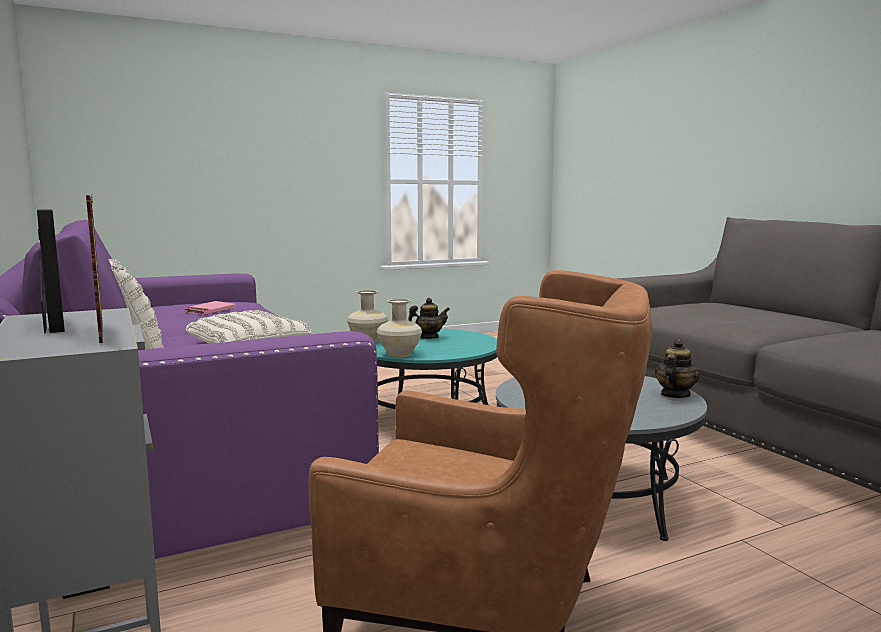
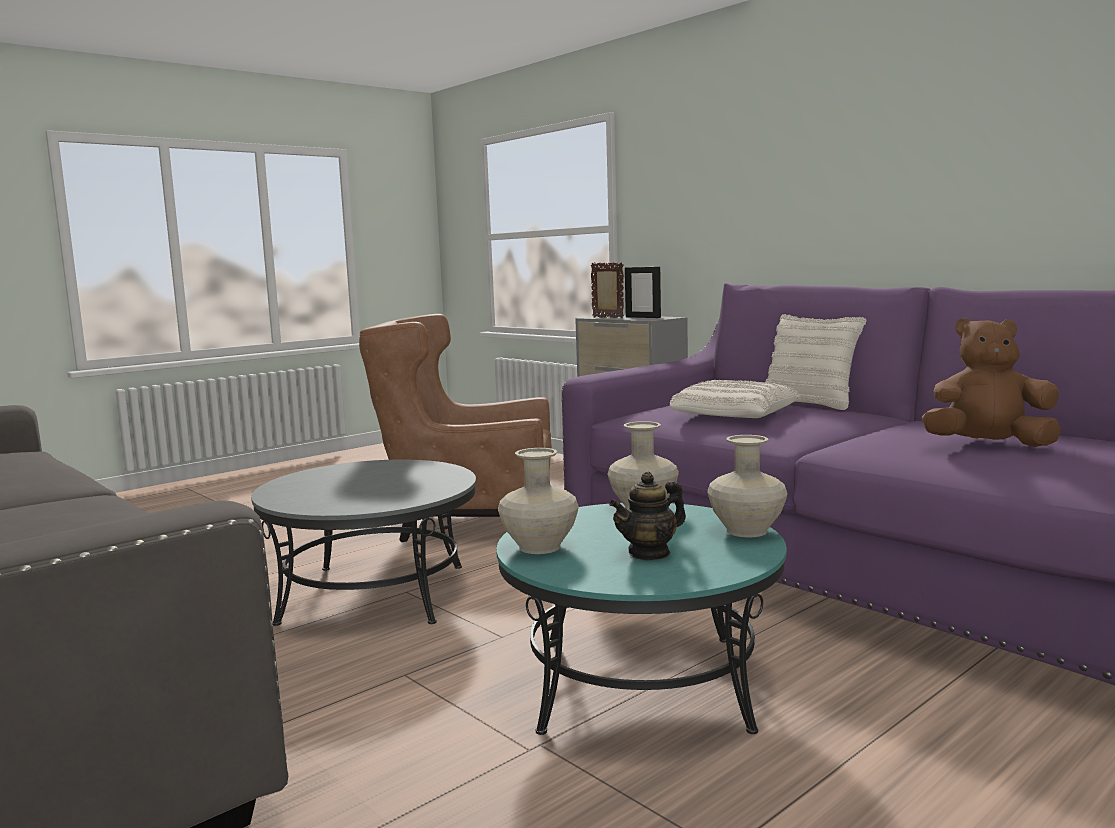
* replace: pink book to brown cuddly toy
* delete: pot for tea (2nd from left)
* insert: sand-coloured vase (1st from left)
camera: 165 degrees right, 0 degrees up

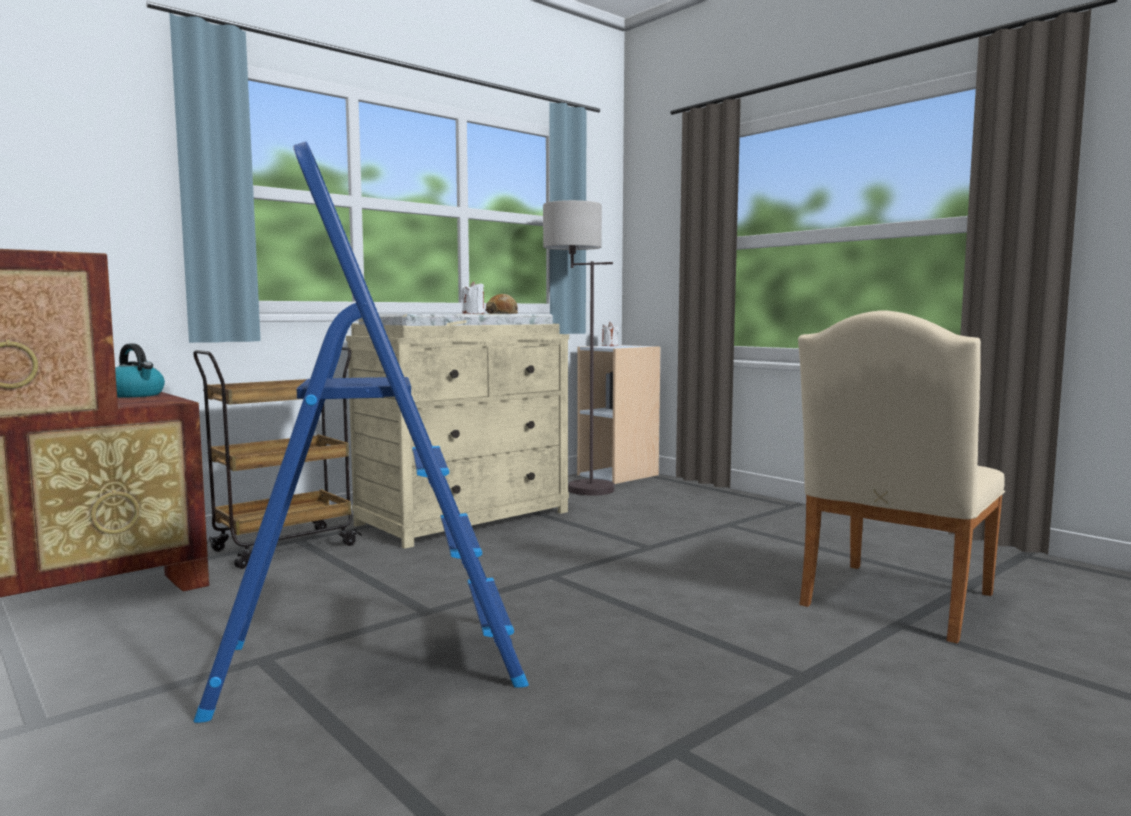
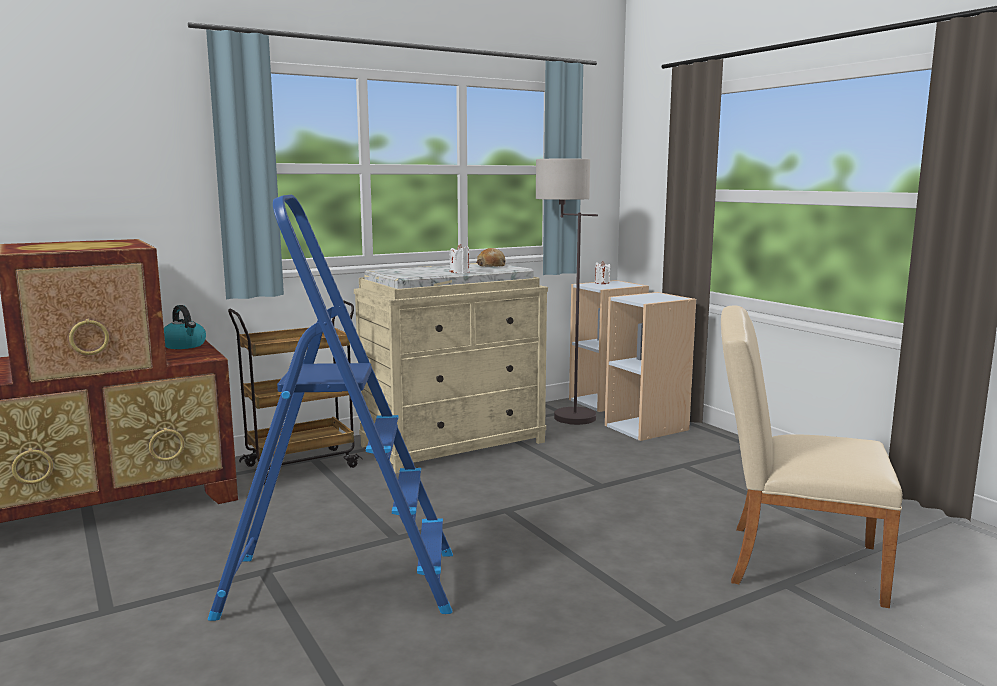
* rotate: sand-coloured upright chair 60 degrees clockwise
* insert: bookcase (2nd from left)
camera: 10 degrees right, 5 degrees up

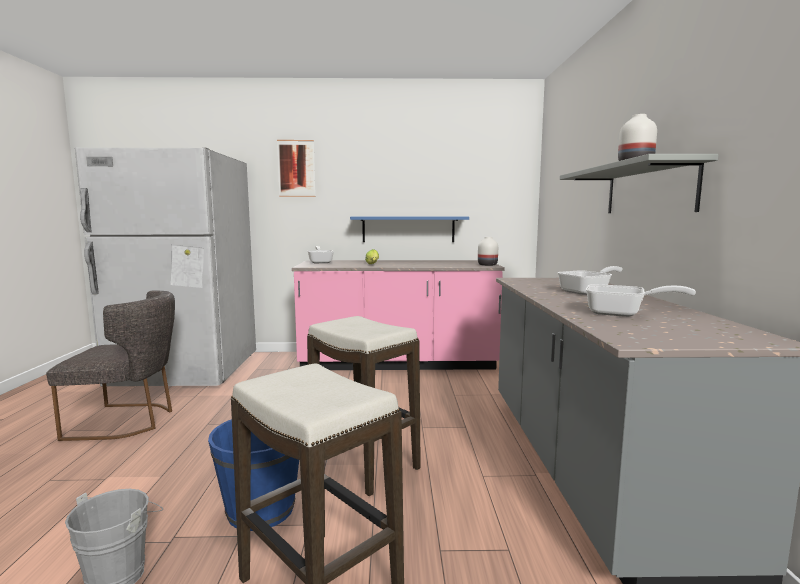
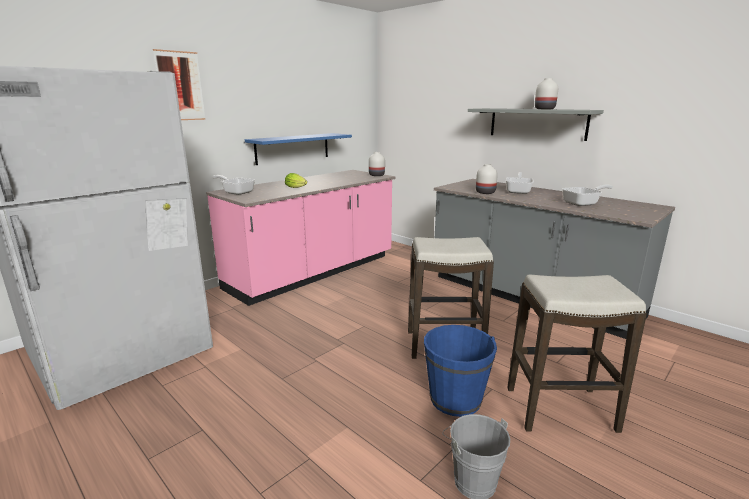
* delete: greyish upright chair
* insert: whitish vase (2nd from left)
camera: 45 degrees left, 10 degrees up

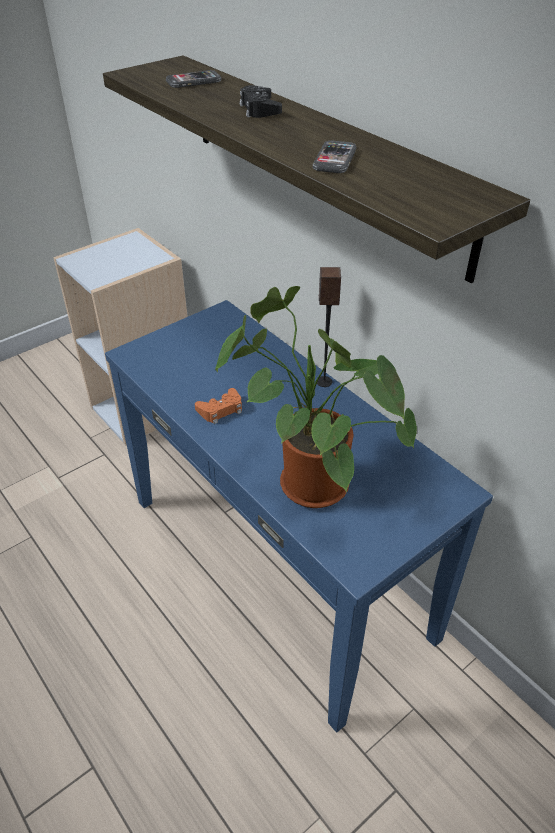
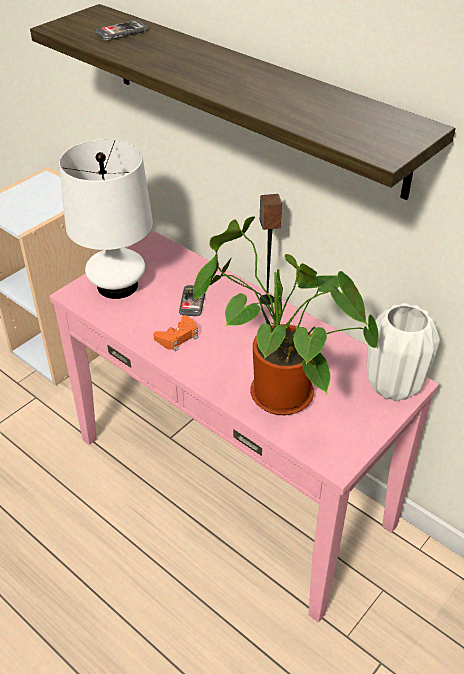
* delete: blackish game controller
* move: handset (2nd from left)
* recolor: bluish hall table to pink hall table
* insert: whitish lamp for a table
* insert: whitish vase
camera: 10 degrees left, 0 degrees up

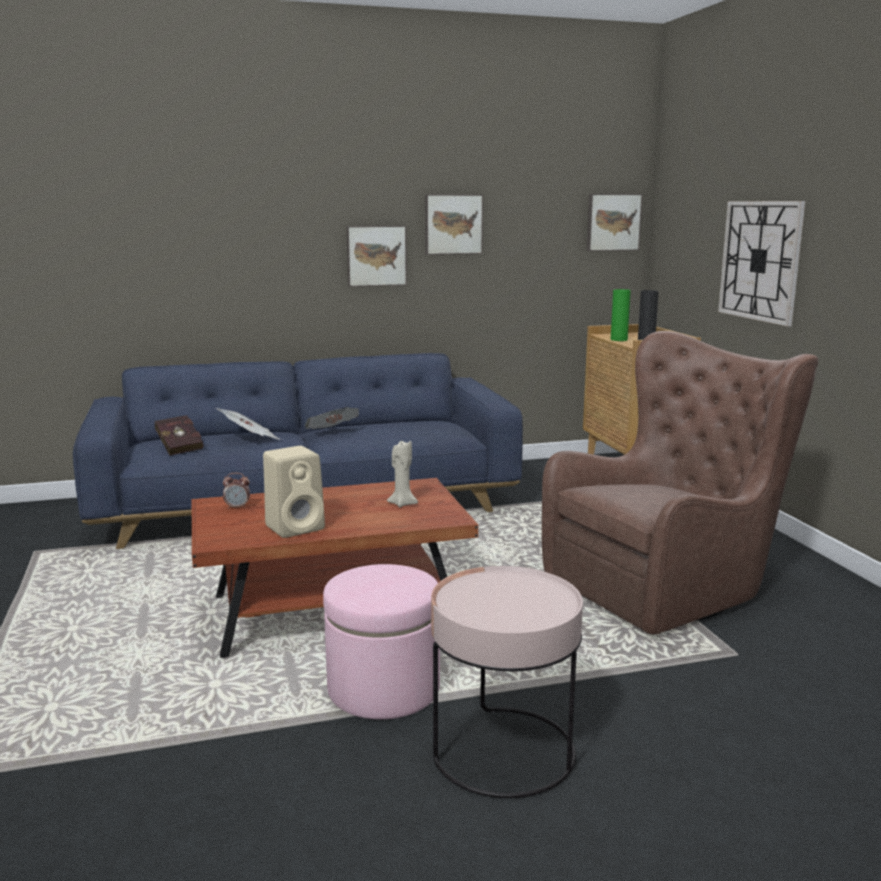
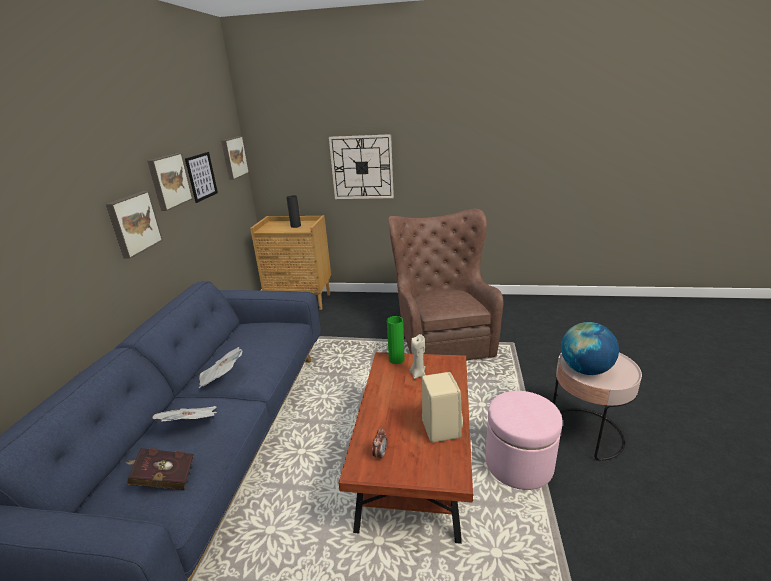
* move: green-coloured vase
* insert: wall art (3rd from left)
* insert: desk globe
camera: 65 degrees left, 10 degrees up

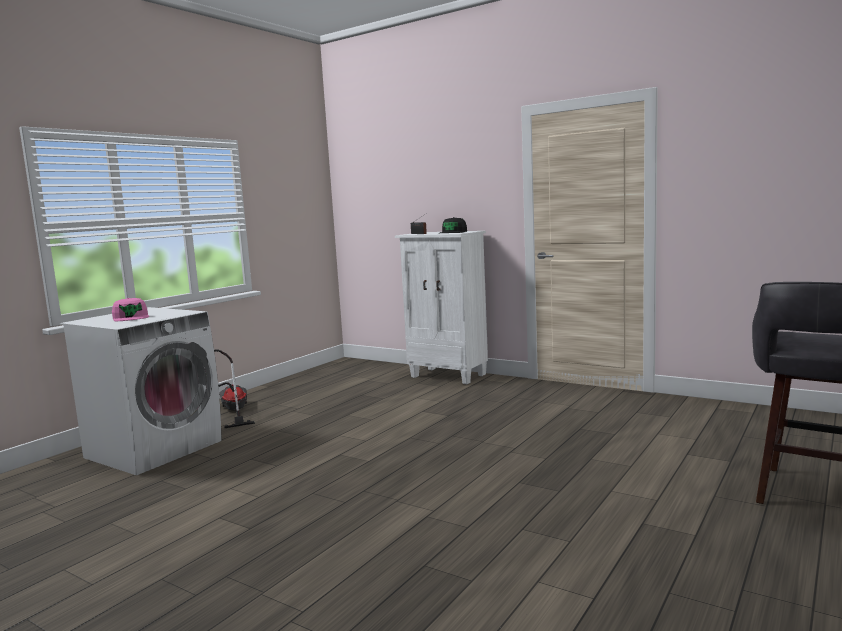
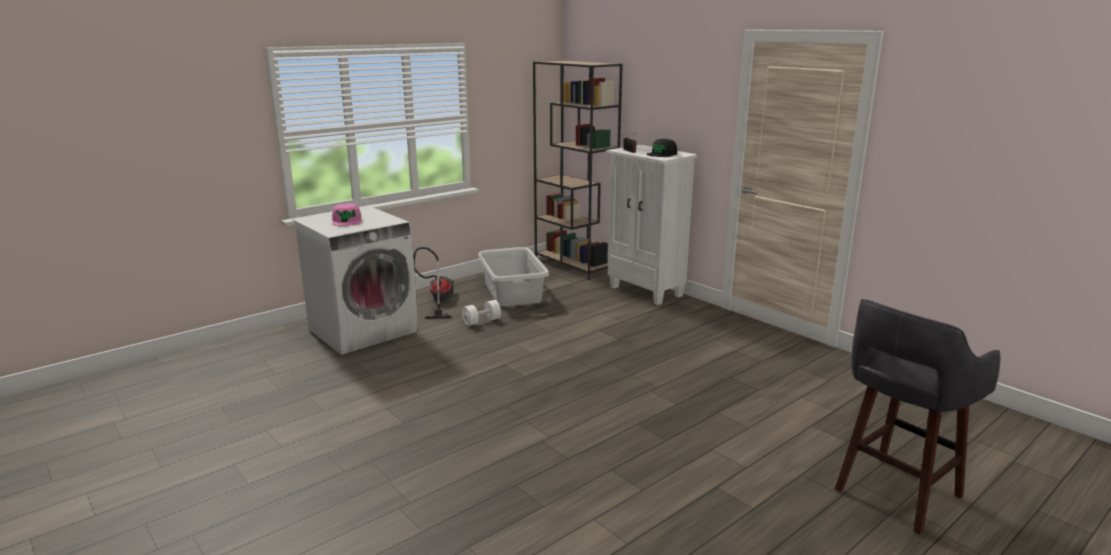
* insert: bookcase
* insert: greyish hamper
* insert: whitish dumbbell
camera: 15 degrees right, 10 degrees up

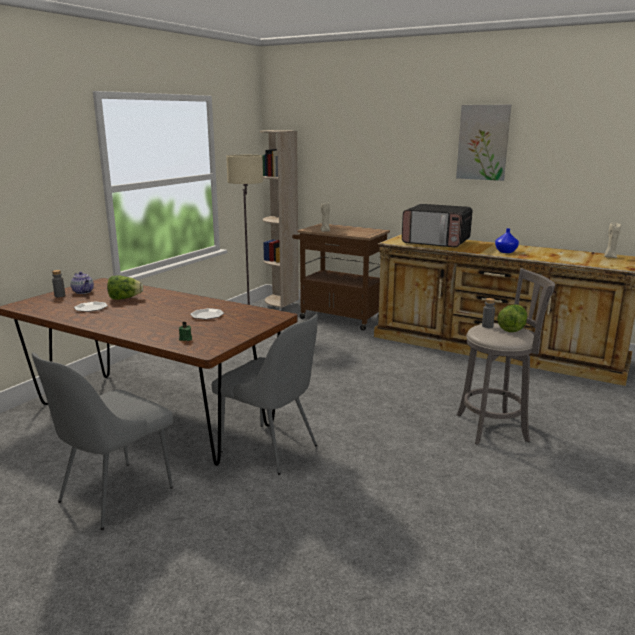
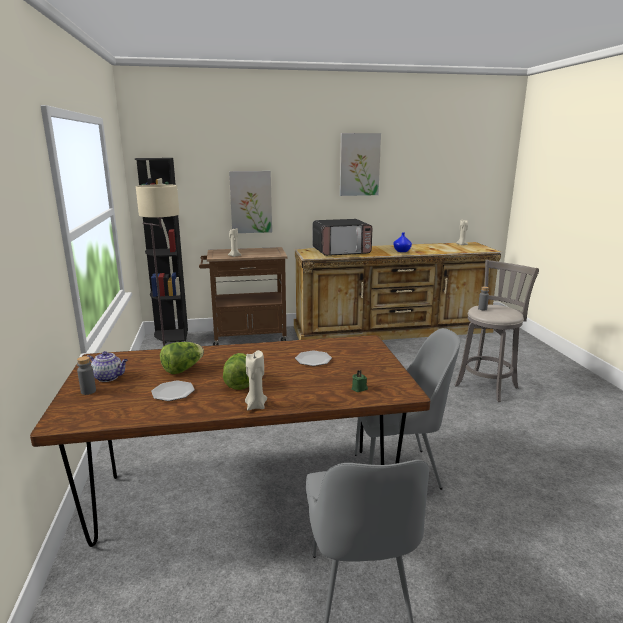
* recolor: sand-coloured bookcase to blackish bookcase
* move: lettuce head (2nd from left)
* insert: wall art (1st from left)
* insert: sand-coloured candle (2nd from left)
camera: 40 degrees left, 0 degrees up

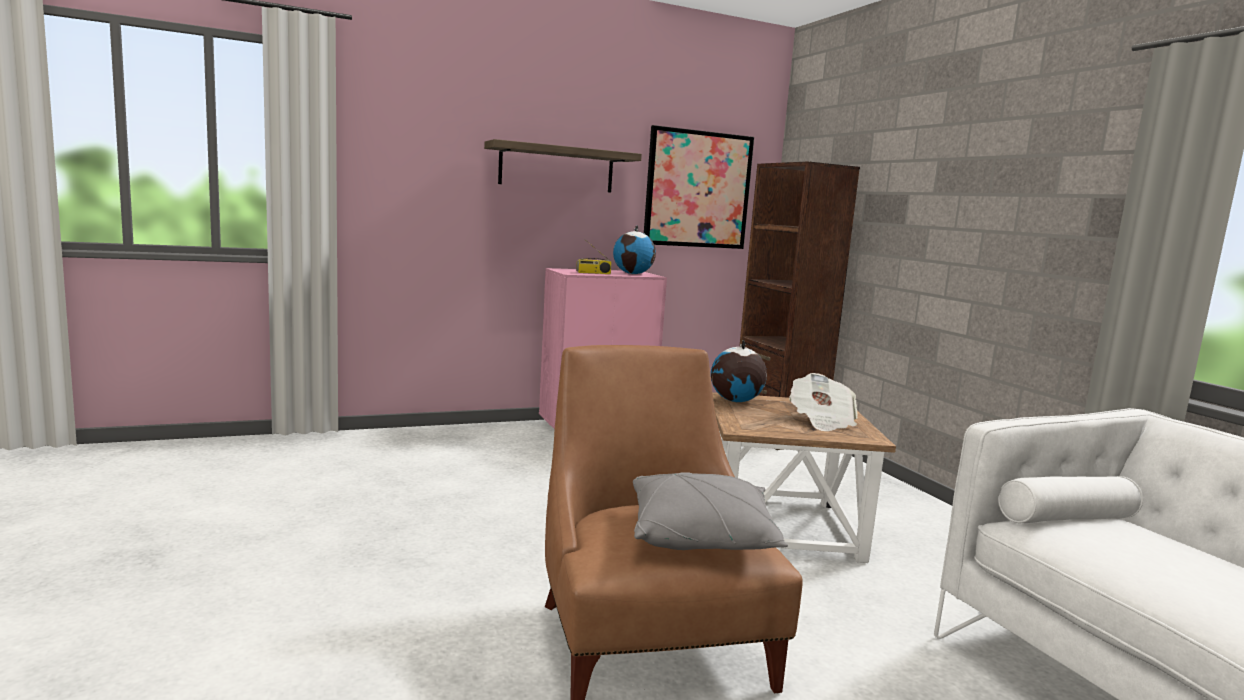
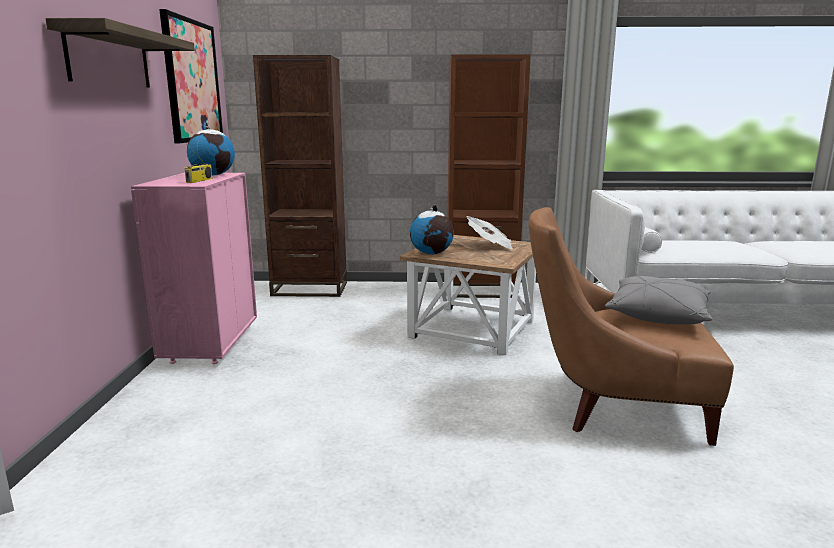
* insert: brown bookcase (2nd from left)
camera: 65 degrees left, 5 degrees up

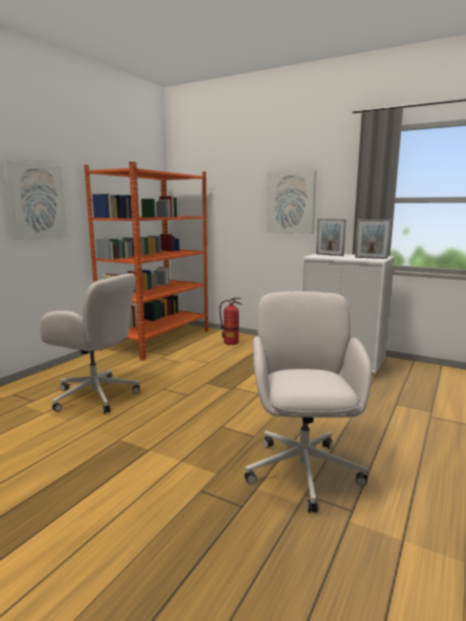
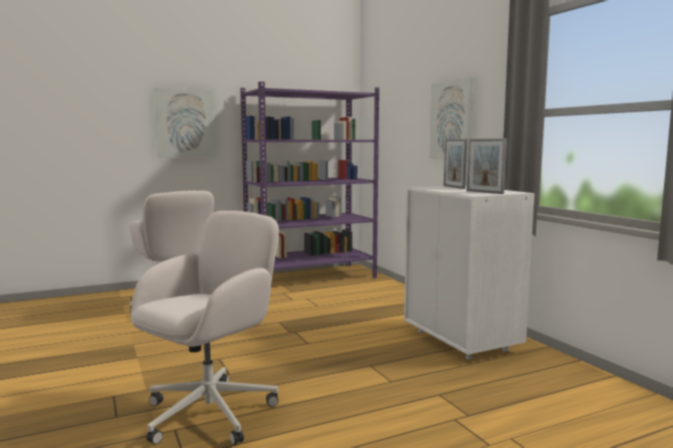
* recolor: orange bookcase to purple bookcase
* delete: fire extinguisher
camera: 35 degrees right, 5 degrees down

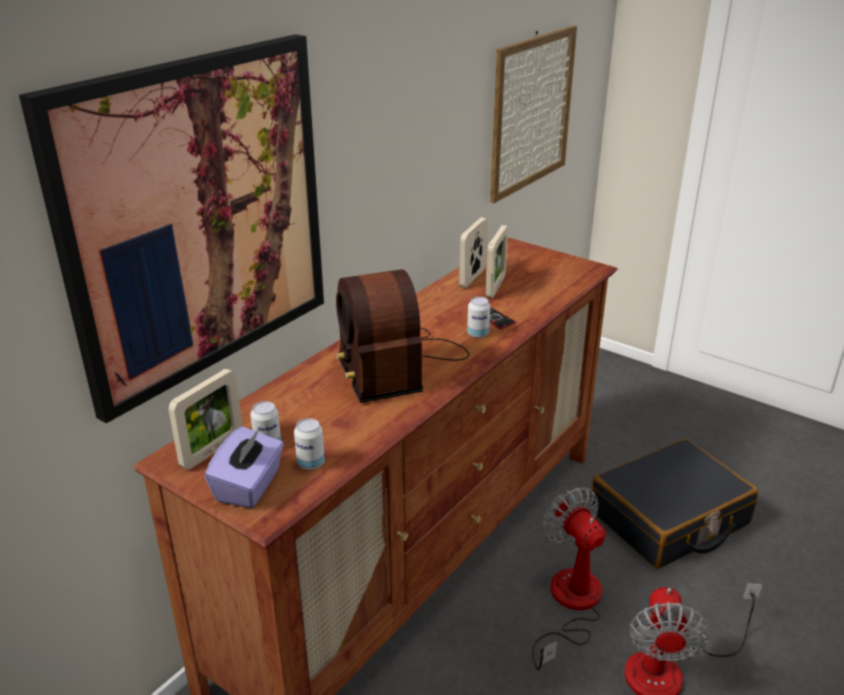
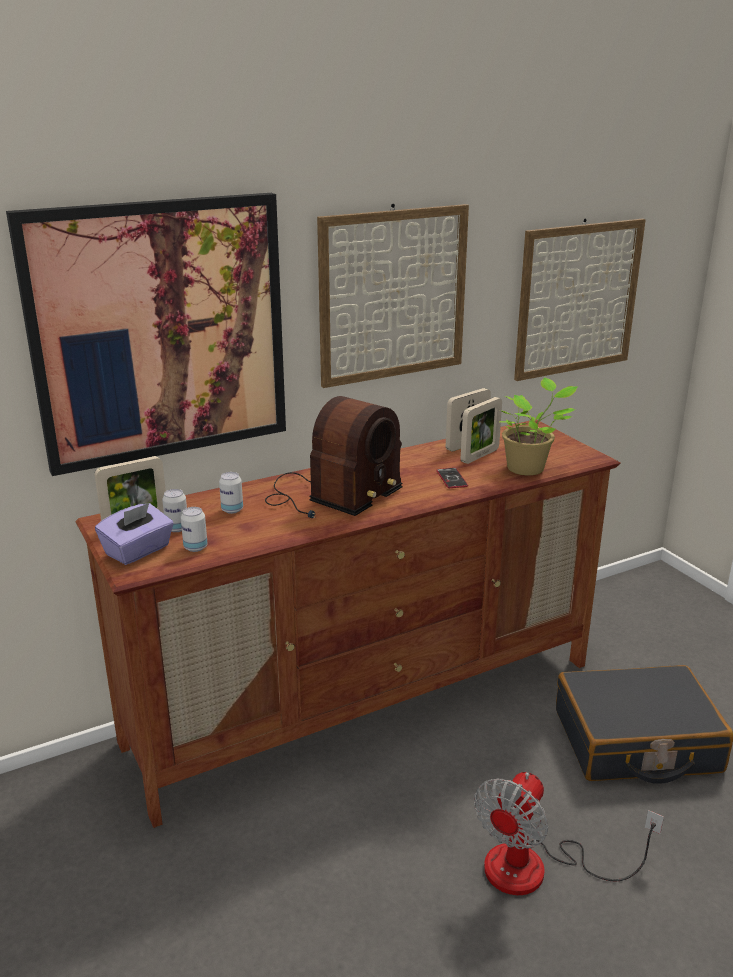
* rotate: radio set 150 degrees counterclockwise
* move: can (3rd from left)
* delete: fan (1st from left)
* insert: wall art (2nd from left)
* insert: potted plant
camera: 25 degrees right, 5 degrees down

